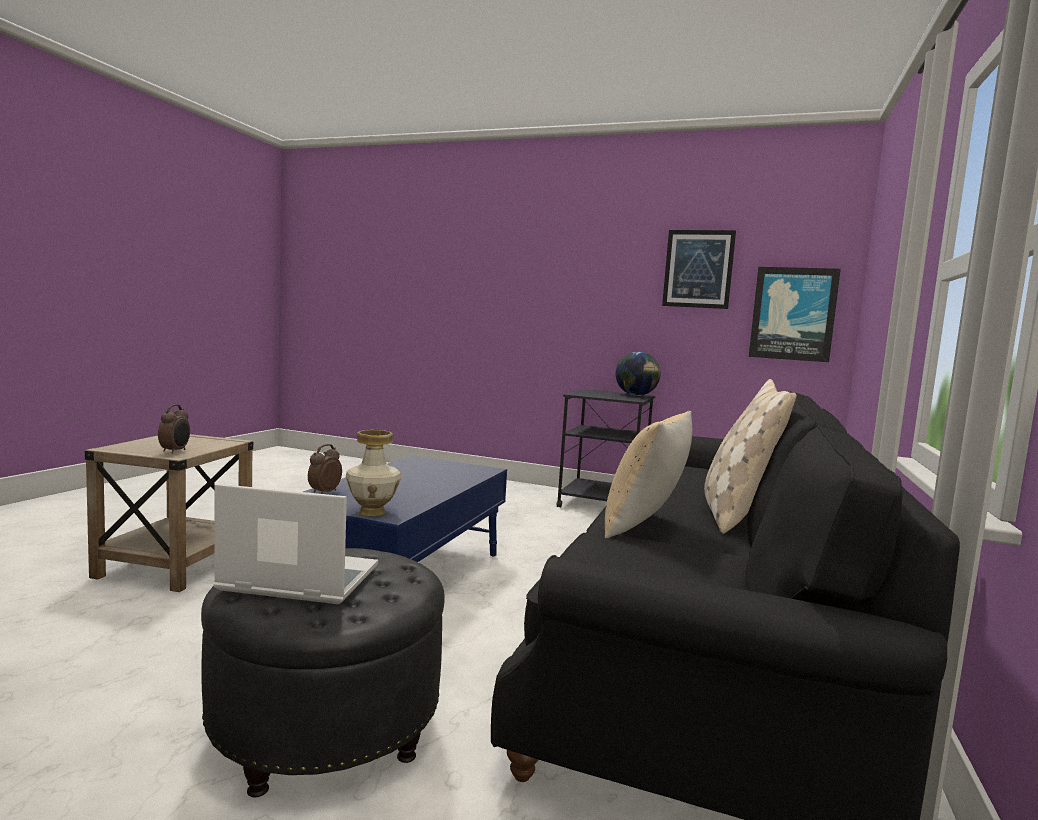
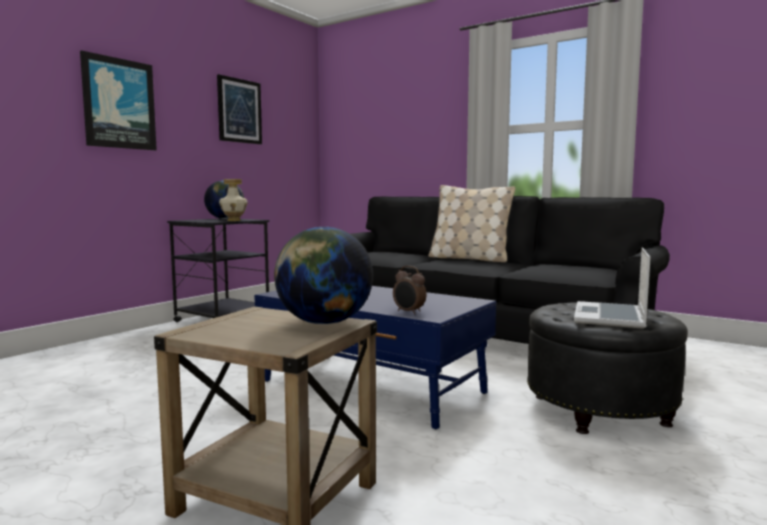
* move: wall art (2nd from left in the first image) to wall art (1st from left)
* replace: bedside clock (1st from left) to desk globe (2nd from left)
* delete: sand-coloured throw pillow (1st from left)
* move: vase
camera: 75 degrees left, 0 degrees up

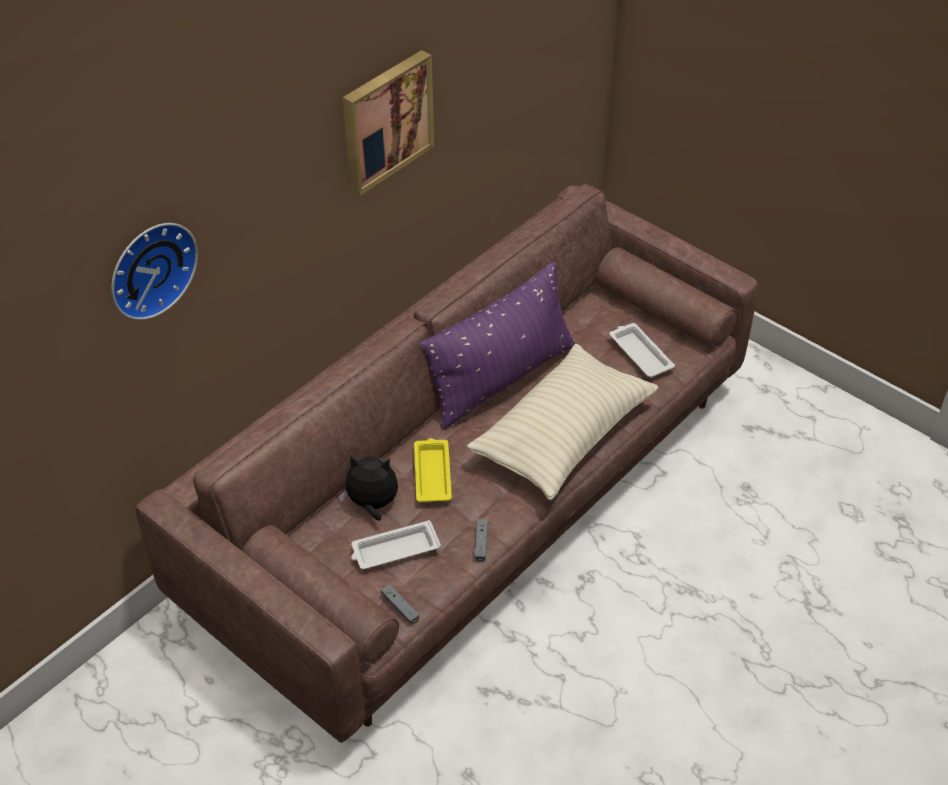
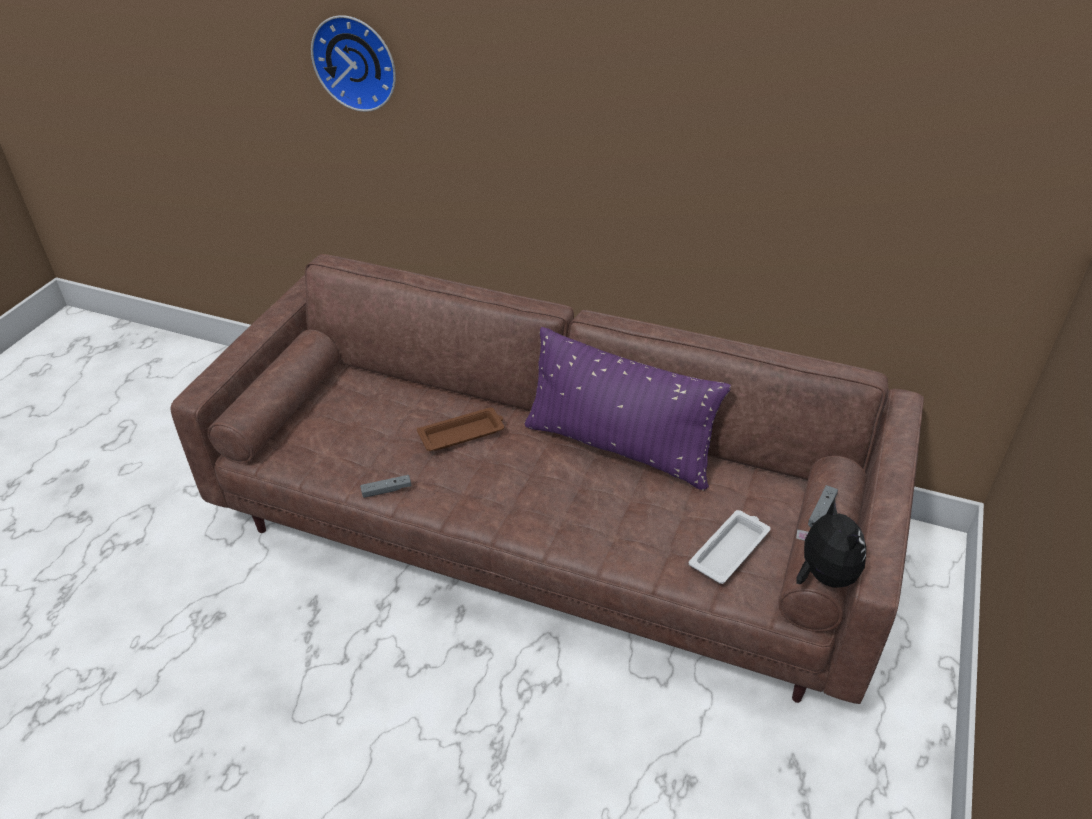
* delete: wall art
* delete: sand-coloured throw pillow
* recolor: yellowish serving tray to brown serving tray
* move: cuddly toy
* delete: whitish serving tray (1st from left)
* move: greyish game controller (1st from left in the first image) to greyish game controller (2nd from left)
camera: 70 degrees right, 5 degrees down

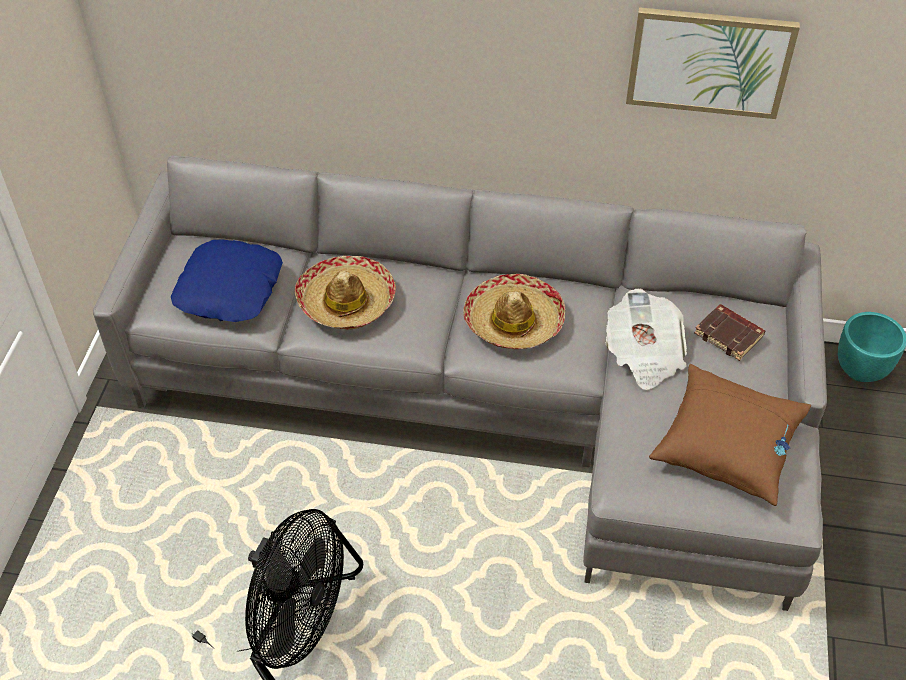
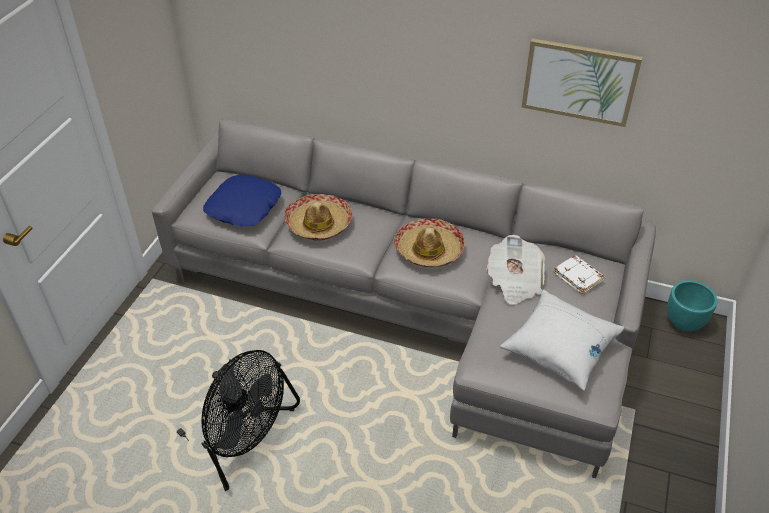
* recolor: brown book to whitish book
* recolor: brown throw pillow to greyish throw pillow
camera: 10 degrees right, 5 degrees down

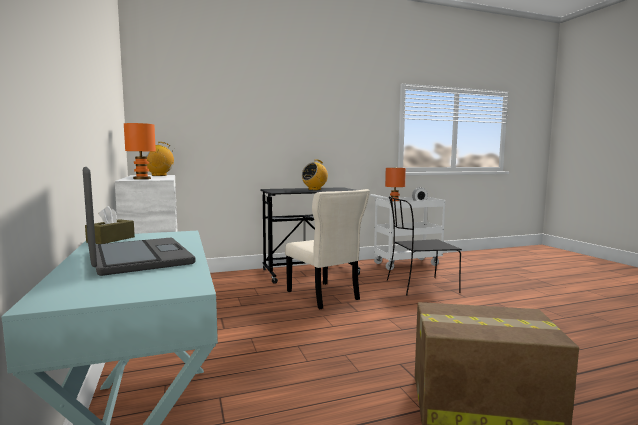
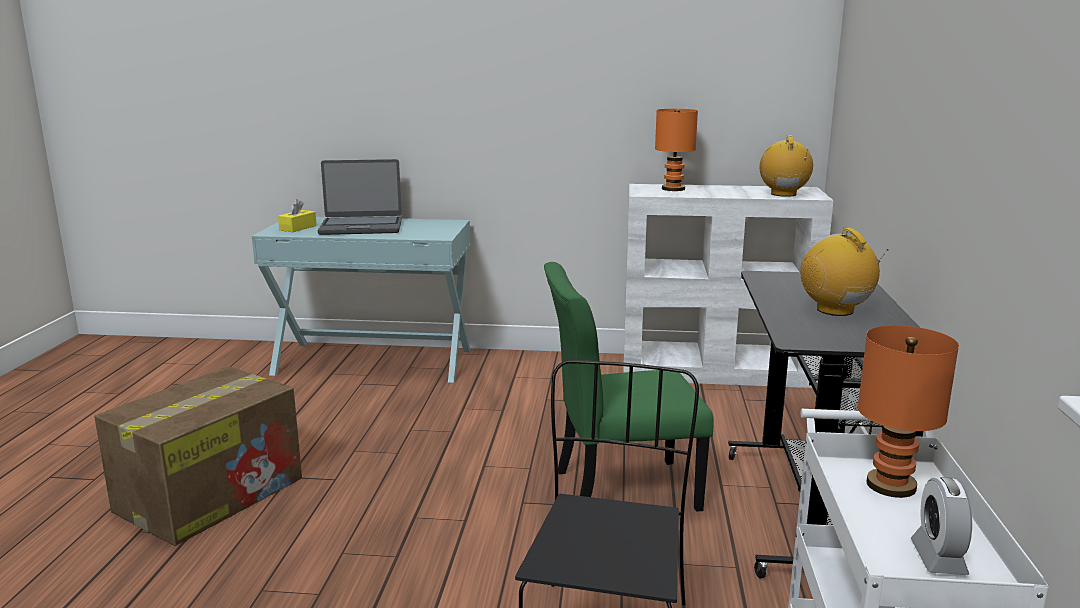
* recolor: sand-coloured upright chair to green-coloured upright chair
* delete: brown tissue holder
* insert: yellowish tissue holder
camera: 115 degrees right, 10 degrees up

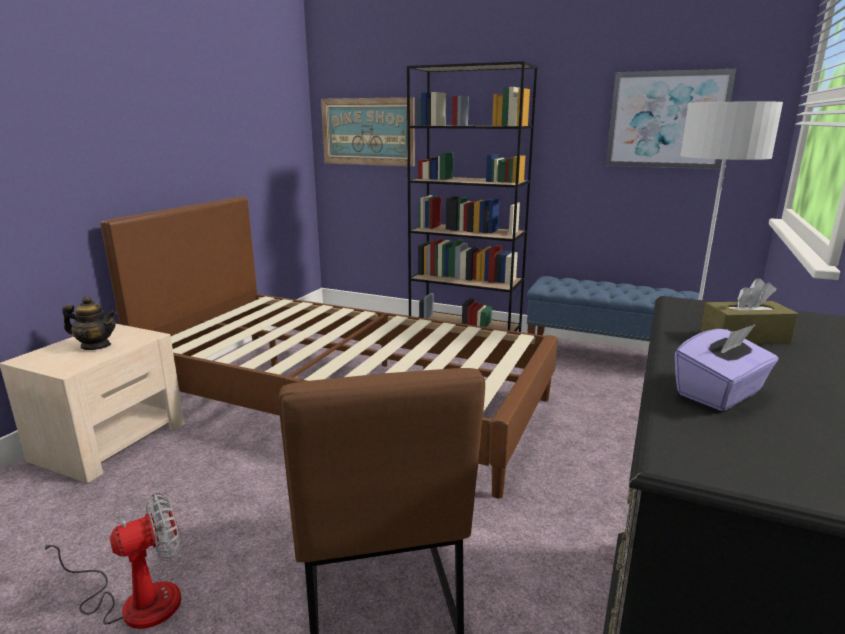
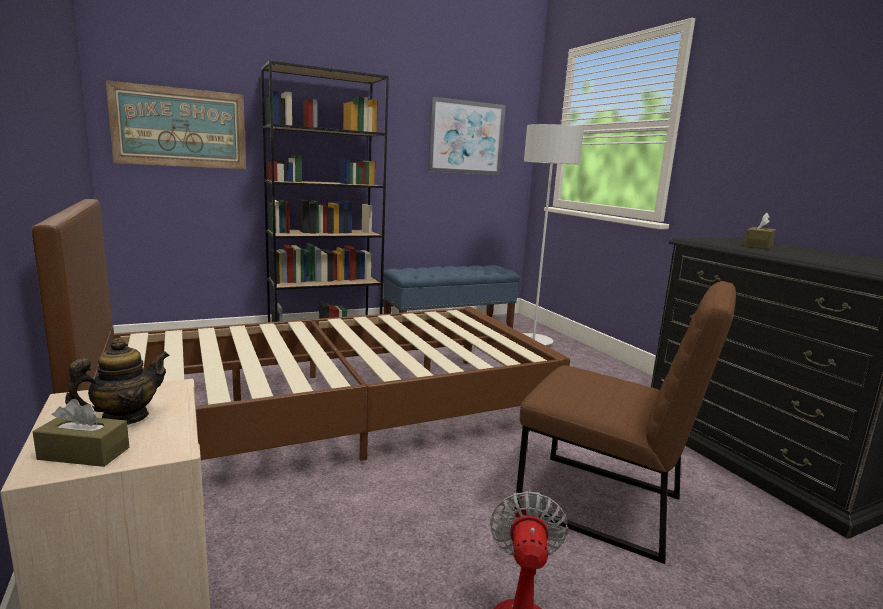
* delete: purple tissue holder
* insert: brown tissue holder (1st from left)
camera: 50 degrees left, 5 degrees down

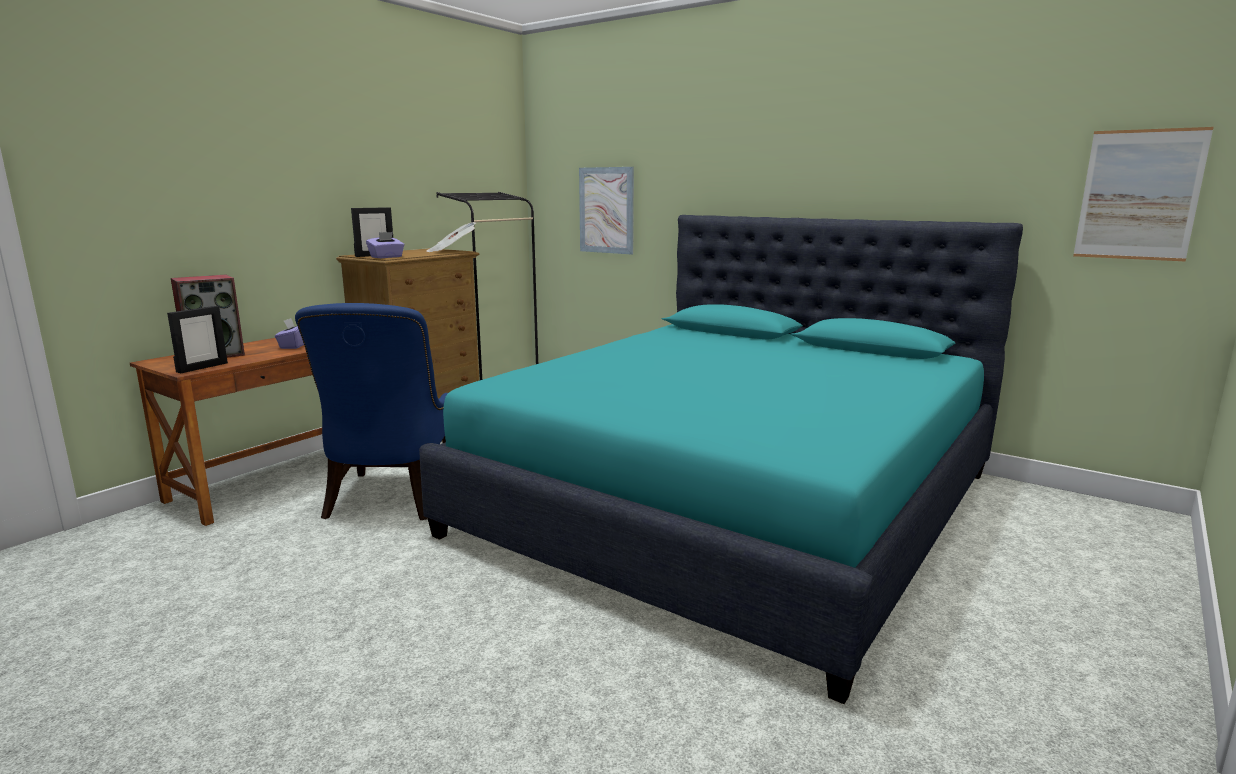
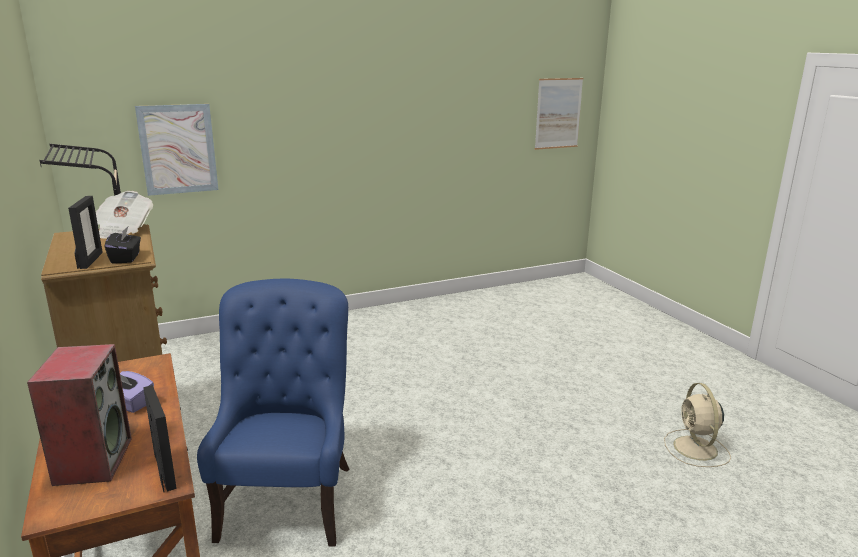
* delete: turquoise-coloured bed
* recolor: purple tissue holder (2nd from left) to blackish tissue holder
* rotate: bluish upright chair 120 degrees counterclockwise
* insert: sand-coloured fan
camera: 60 degrees left, 5 degrees up

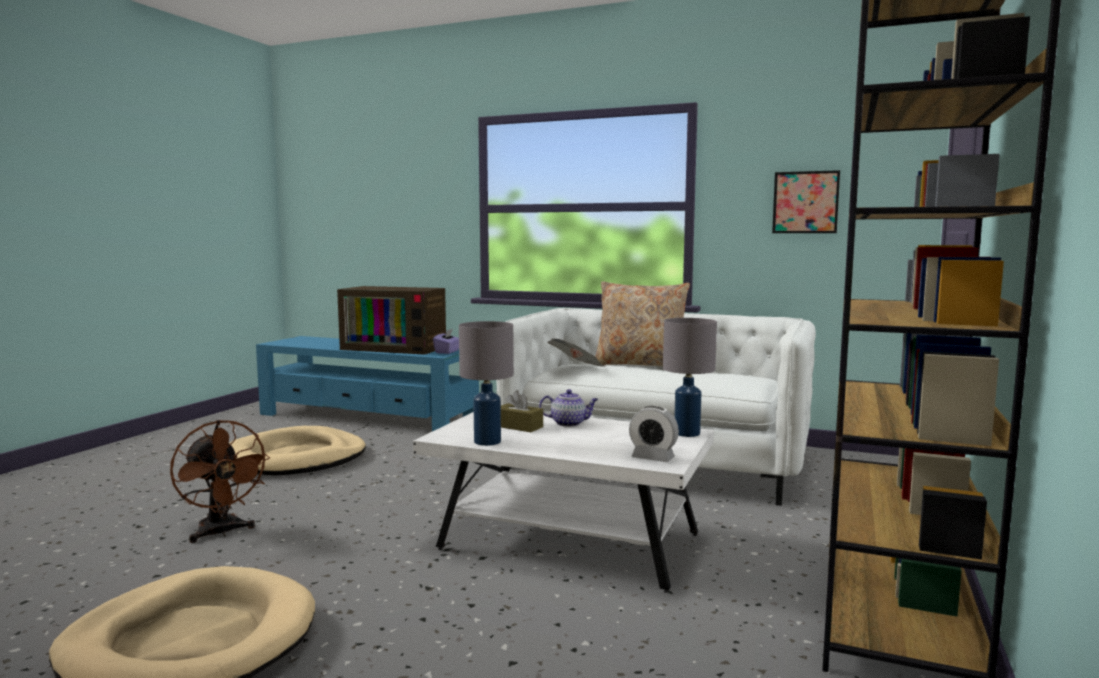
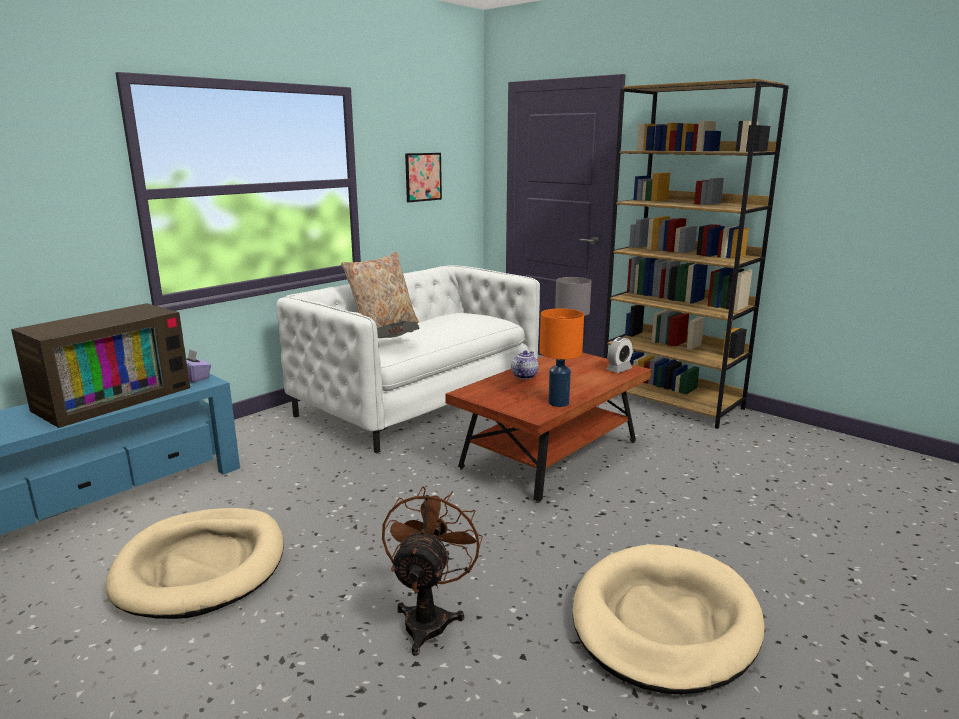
* recolor: greyish lamp for a table (1st from left) to orange lamp for a table
* delete: brown tissue holder
* recolor: whitish lounge table to brown lounge table
* rotate: brown fan 60 degrees counterclockwise
camera: 70 degrees left, 10 degrees up

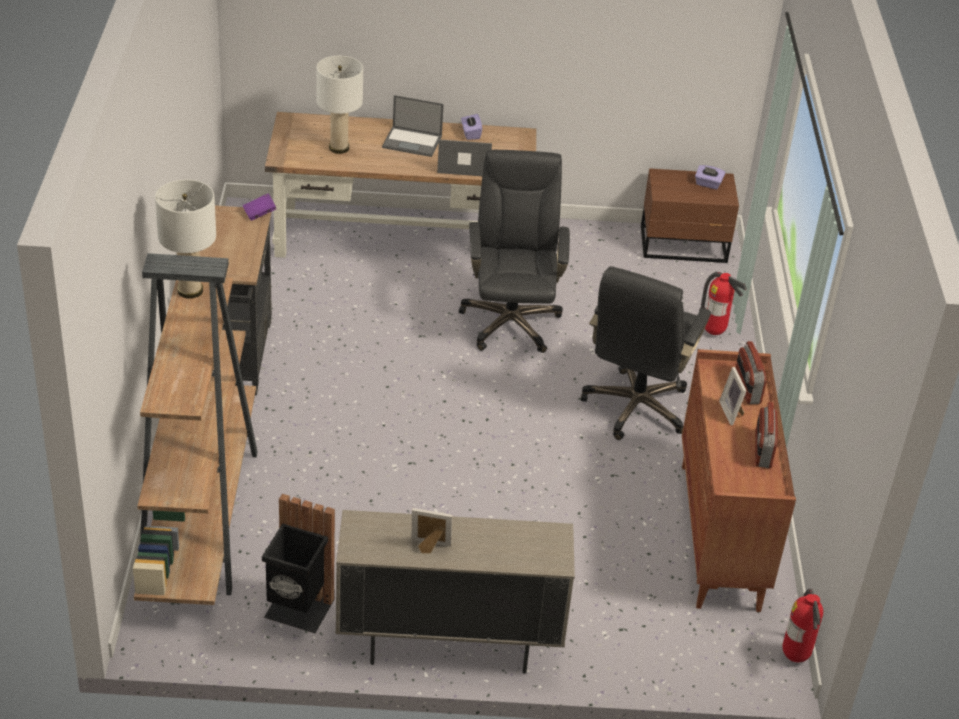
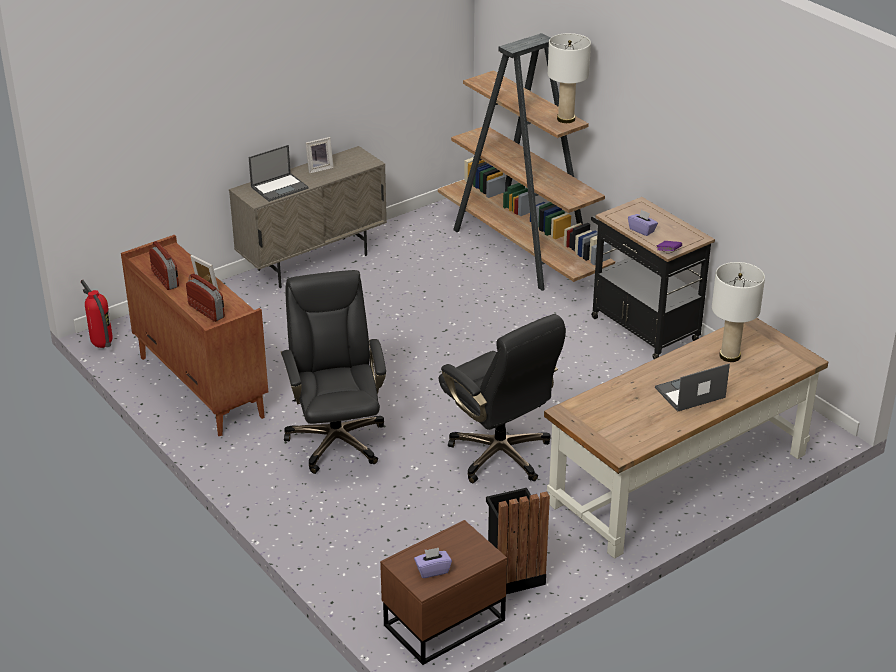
* move: purple tissue holder (1st from left in the first image) to purple tissue holder (2nd from left)
* move: notebook computer (2nd from left in the first image) to notebook computer (1st from left)
* delete: fire extinguisher (1st from left)
* move: blackish waste bin
camera: 145 degrees right, 5 degrees down

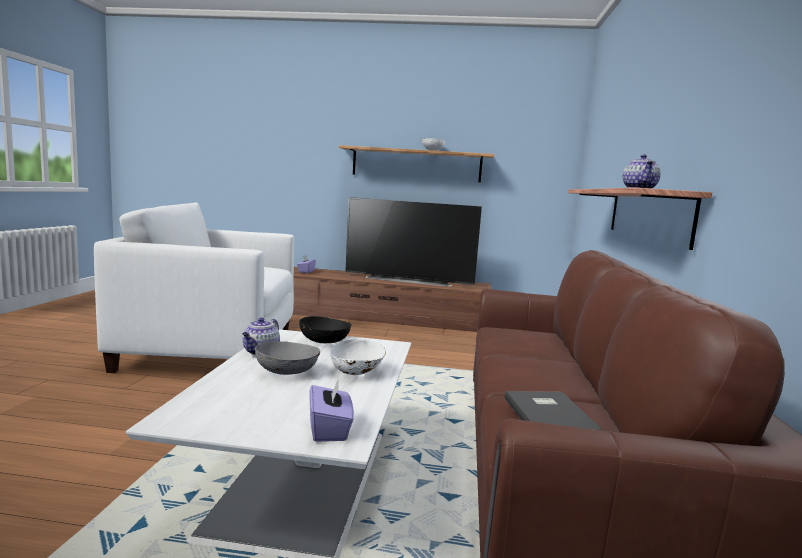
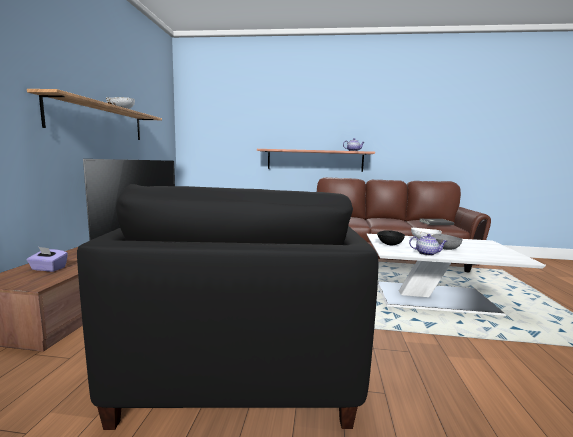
* recolor: whitish easy chair to blackish easy chair
* delete: purple tissue holder (2nd from left)
camera: 90 degrees left, 0 degrees up

